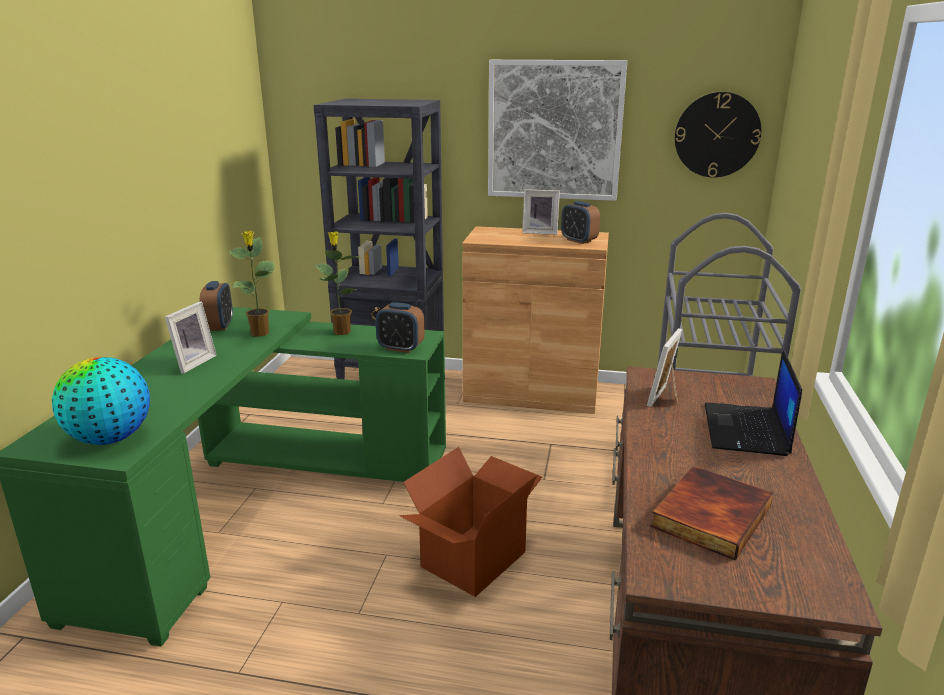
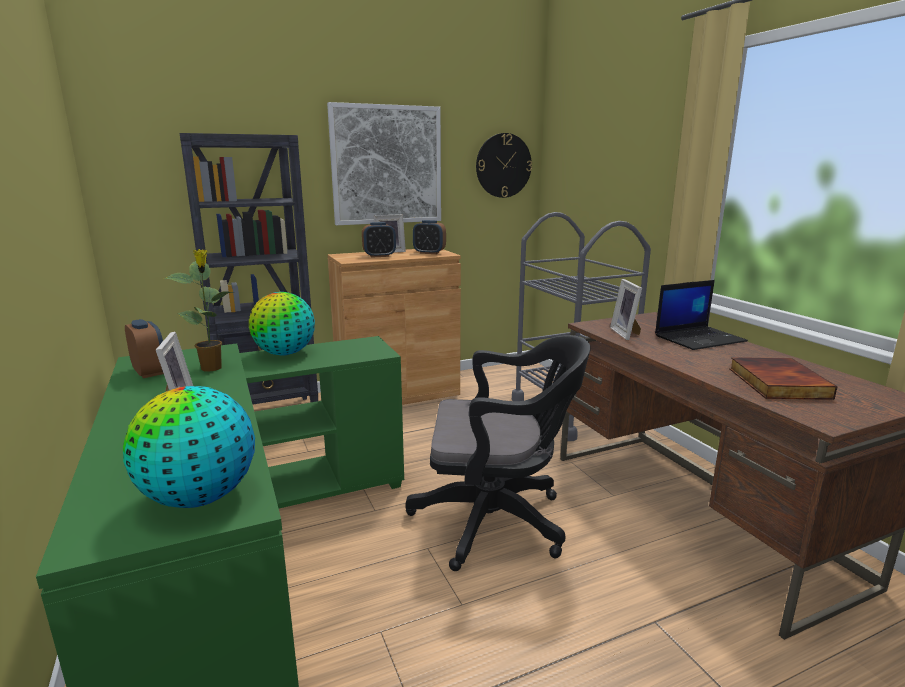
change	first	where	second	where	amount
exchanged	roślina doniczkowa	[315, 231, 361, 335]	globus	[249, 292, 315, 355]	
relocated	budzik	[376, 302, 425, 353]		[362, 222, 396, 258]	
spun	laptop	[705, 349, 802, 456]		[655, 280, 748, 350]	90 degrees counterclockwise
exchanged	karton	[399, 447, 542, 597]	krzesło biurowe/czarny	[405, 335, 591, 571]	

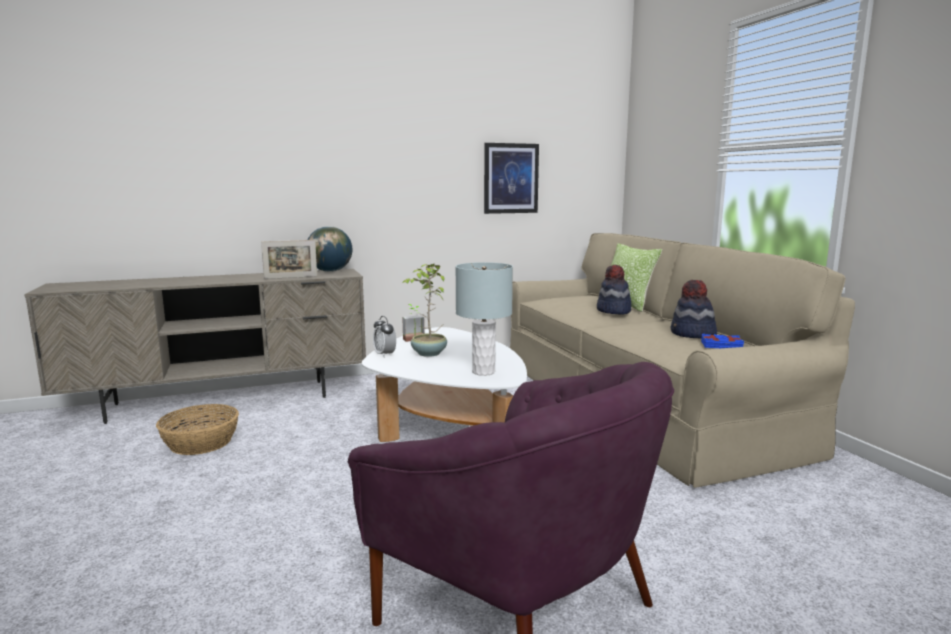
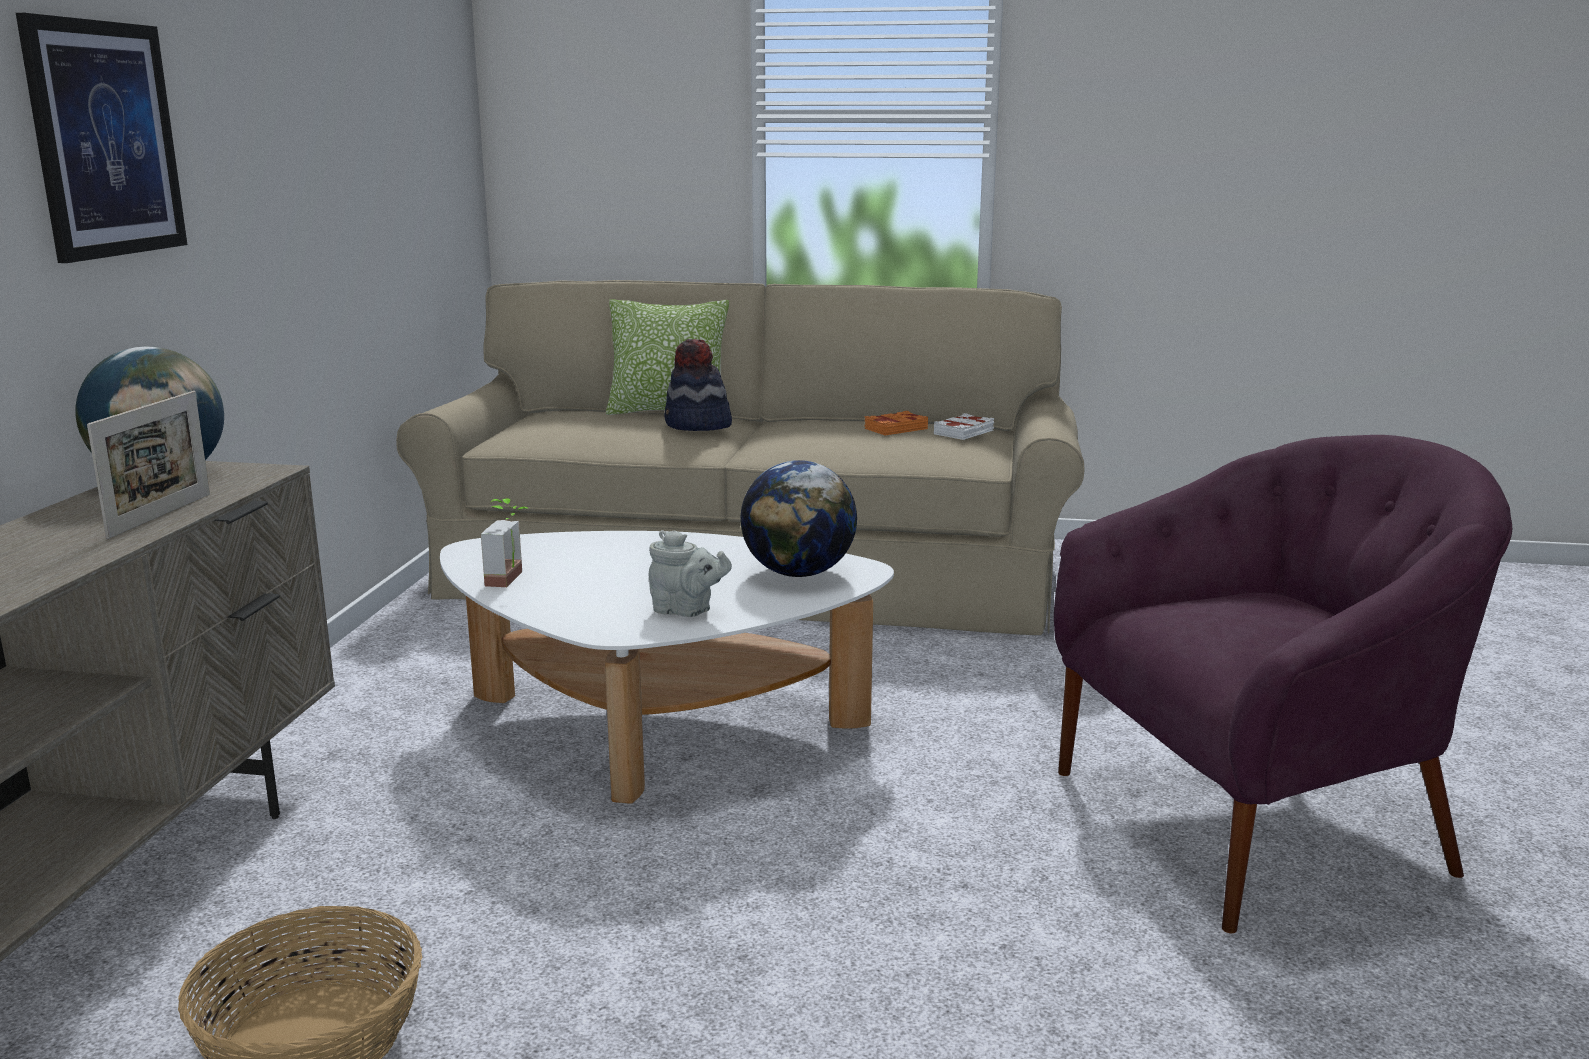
change	first	where	second	where	amount
relocated	obraz	[484, 143, 539, 214]		[16, 13, 187, 263]	
exchanged	lampa stołowa/szary	[455, 262, 513, 376]	globus	[740, 460, 857, 577]	
missing	roślina doniczkowa	[402, 264, 447, 357]			
exchanged	kapelusz	[671, 280, 717, 339]	książka/pomarańczowy	[864, 411, 928, 435]	
missing	budzik	[373, 316, 396, 357]			
colour	książka/niebieski	[701, 334, 744, 348]	książka/biały	[934, 413, 994, 440]	
appeared			imbryk/szary	[648, 530, 732, 617]	

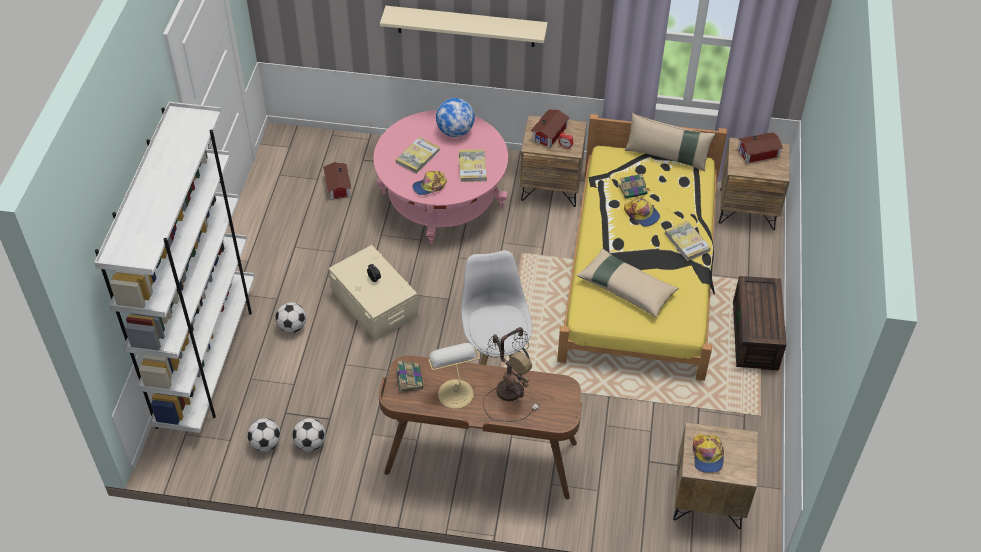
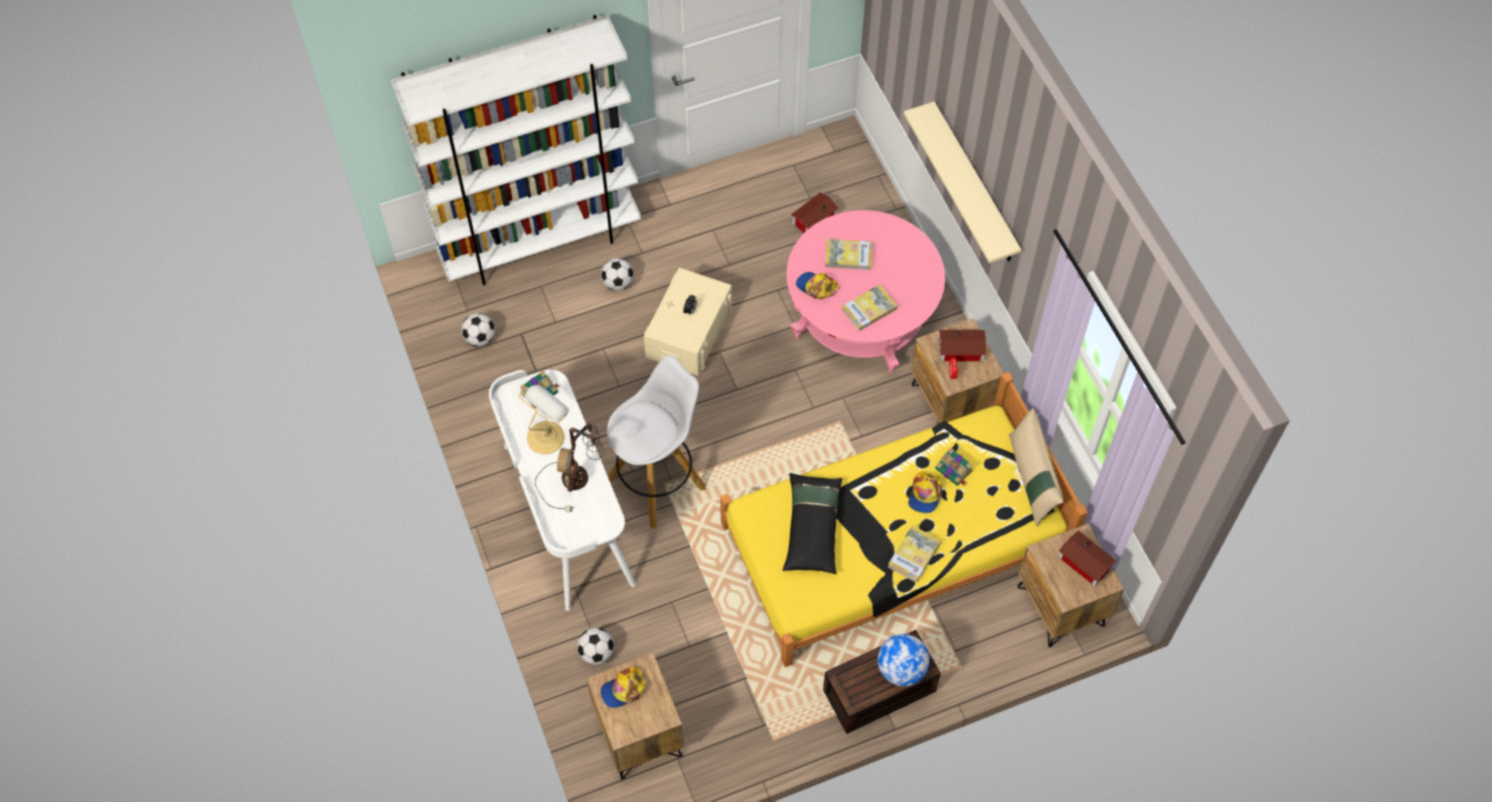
change	first	where	second	where	amount
relocated	globus	[436, 98, 475, 137]		[878, 634, 930, 686]	
colour	poduszka/beżowy	[577, 248, 679, 317]	poduszka/czarny	[783, 473, 842, 574]	
colour	biurko/brązowy	[379, 355, 582, 500]	biurko/biały	[489, 370, 636, 611]	
relocated	piłka futbolowa	[292, 418, 326, 451]		[577, 628, 614, 665]	

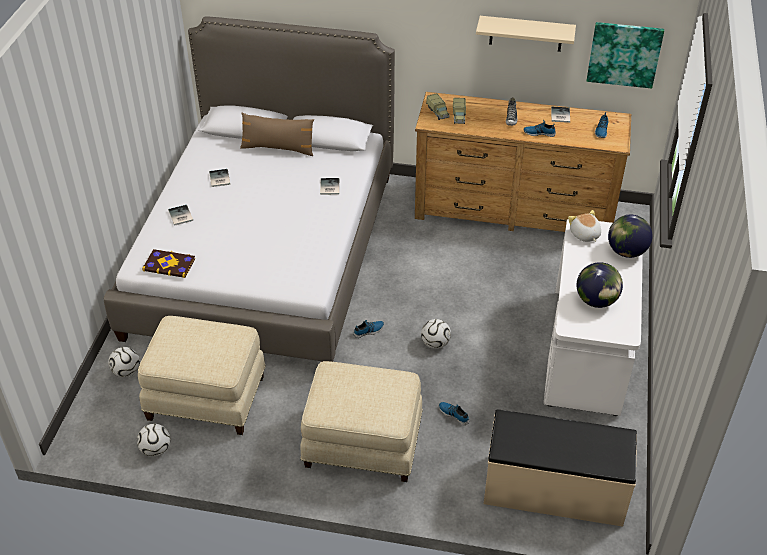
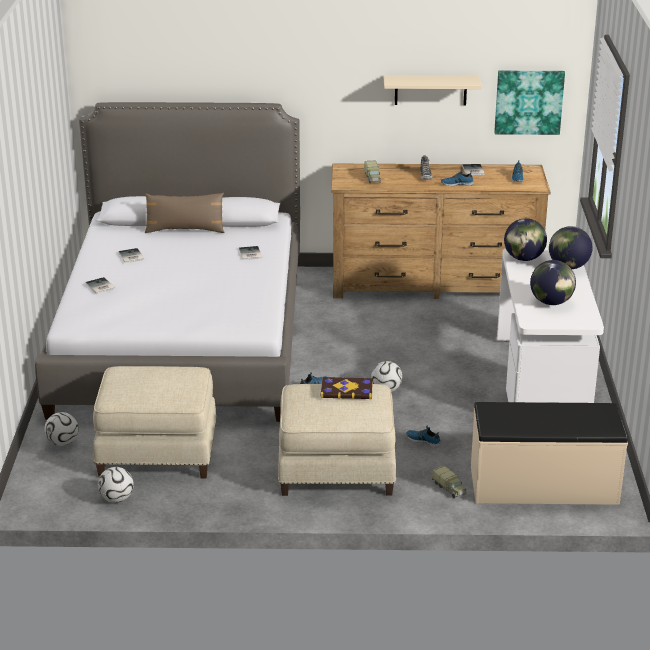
change	first	where	second	where	amount
relocated	ciężarówka zabawkowa	[426, 93, 450, 120]		[432, 465, 467, 498]	
exchanged	pluszak	[568, 210, 601, 242]	globus	[504, 218, 547, 261]	
relocated	książka	[142, 249, 195, 278]		[321, 377, 373, 399]	

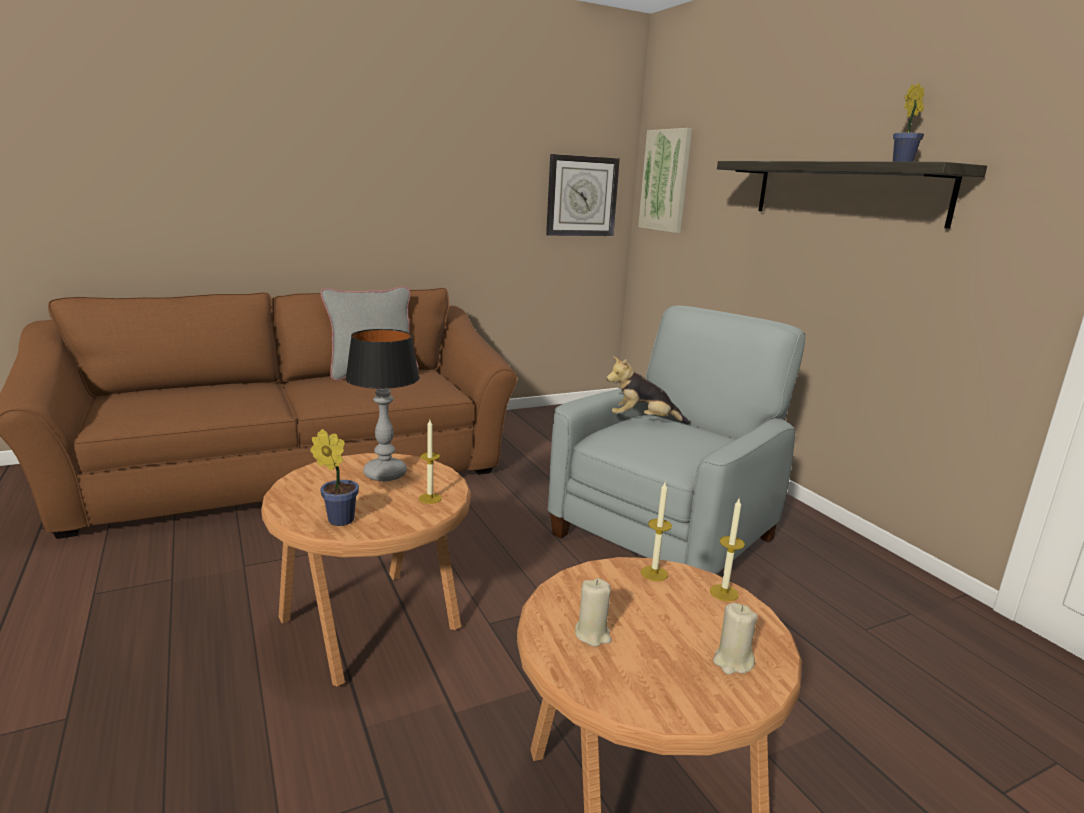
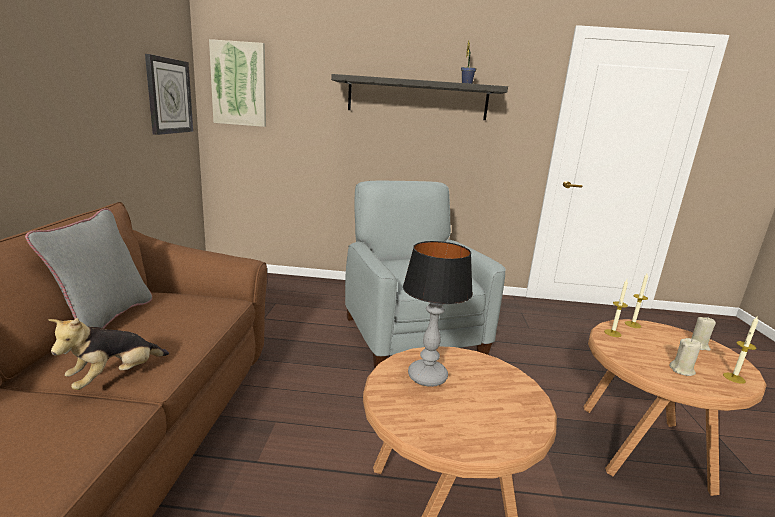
change	first	where	second	where	amount
relocated	pluszak	[606, 356, 689, 424]		[48, 318, 169, 390]	
relocated	świeca	[419, 420, 442, 504]		[723, 317, 758, 384]	
missing	roślina doniczkowa	[310, 429, 359, 526]			

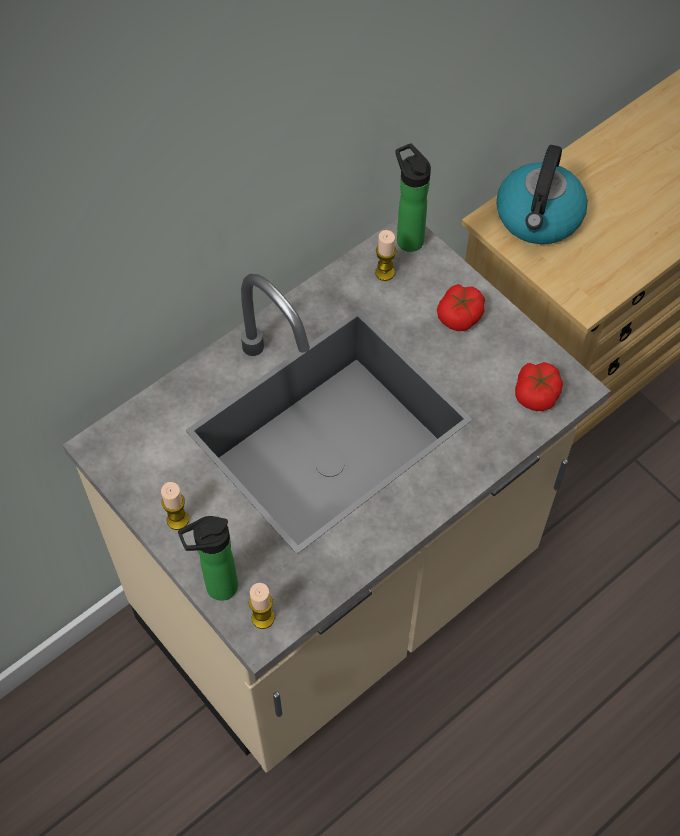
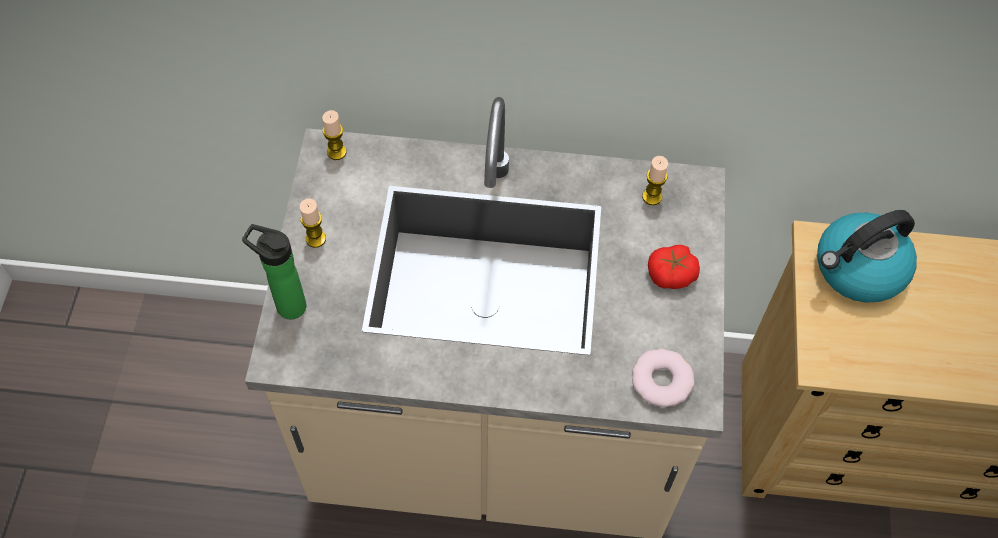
change	first	where	second	where	amount
missing	butelka	[395, 143, 431, 252]			
exchanged	pomidor	[515, 362, 563, 411]	donut	[632, 349, 695, 407]	
relocated	świeca	[249, 583, 275, 629]		[322, 110, 347, 160]	

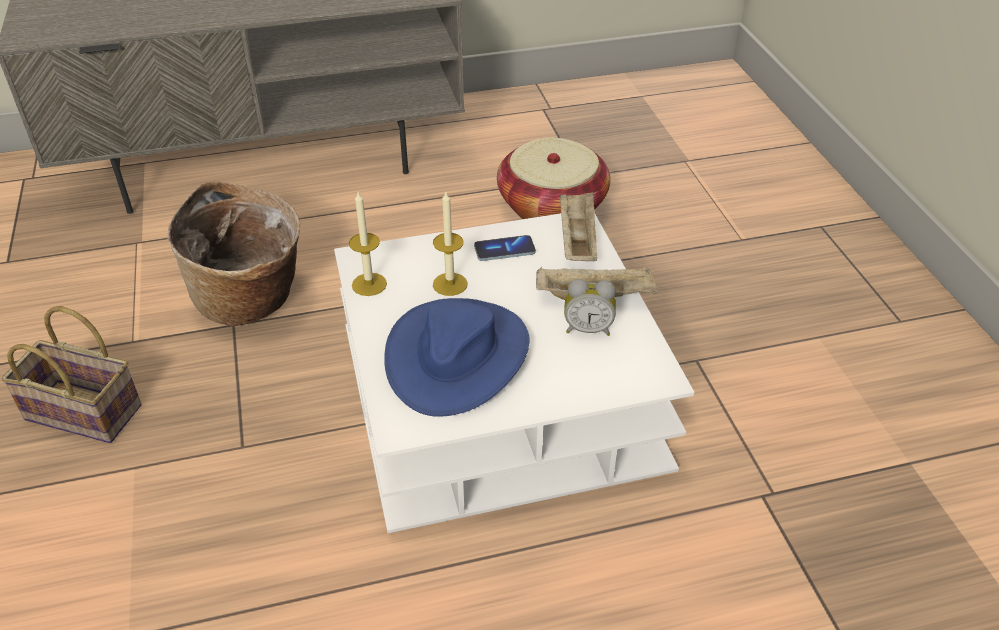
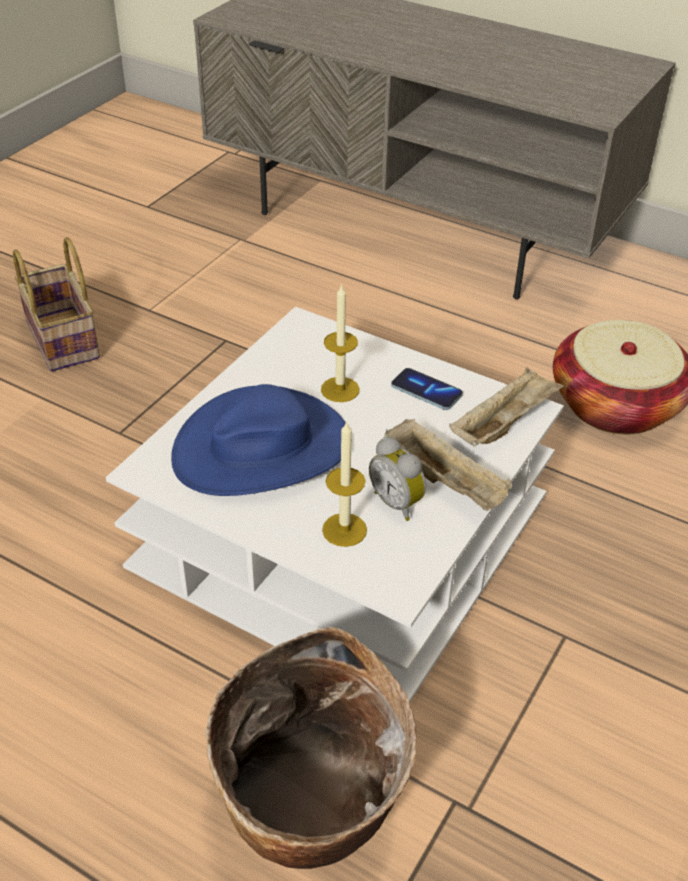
change	first	where	second	where	amount
relocated	koszyk	[167, 181, 300, 326]		[205, 627, 417, 869]	
relocated	świeca	[349, 192, 387, 296]		[322, 420, 367, 547]	

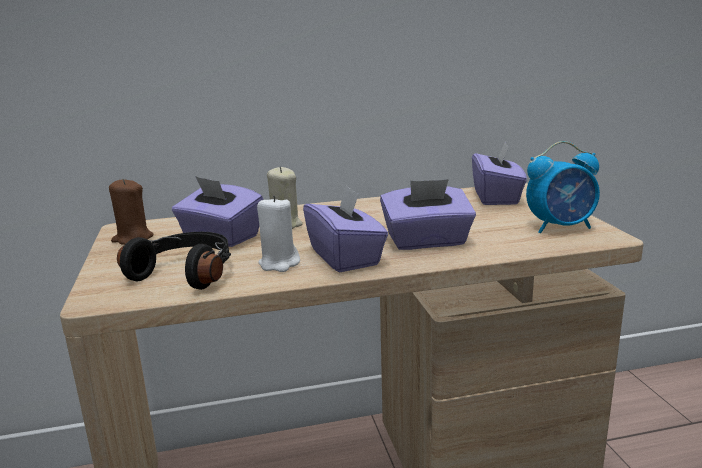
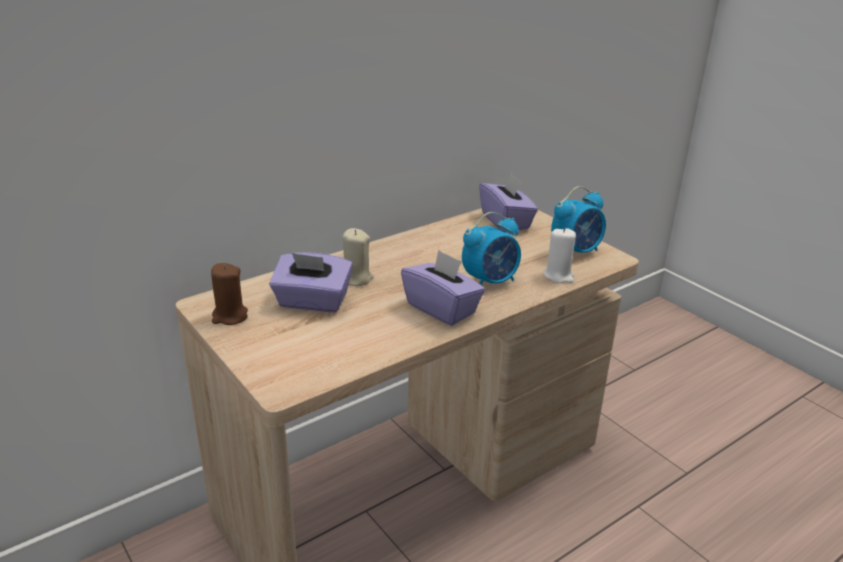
change	first	where	second	where	amount
exchanged	pudełko chusteczek/fioletowy	[380, 179, 476, 250]	budzik	[462, 212, 521, 285]	
relocated	świeca/biały	[257, 195, 300, 272]		[544, 227, 576, 283]	
missing	słuchawki/czarny	[117, 232, 231, 290]			

